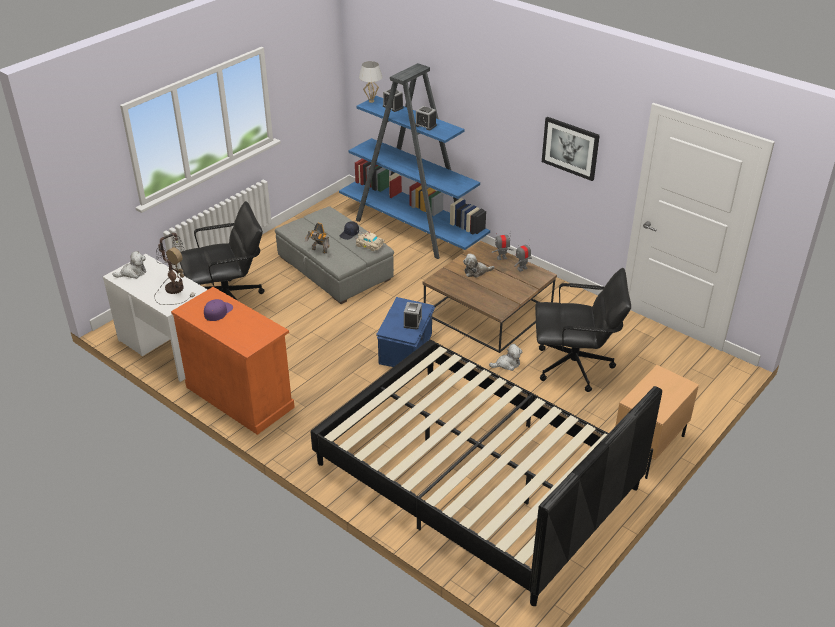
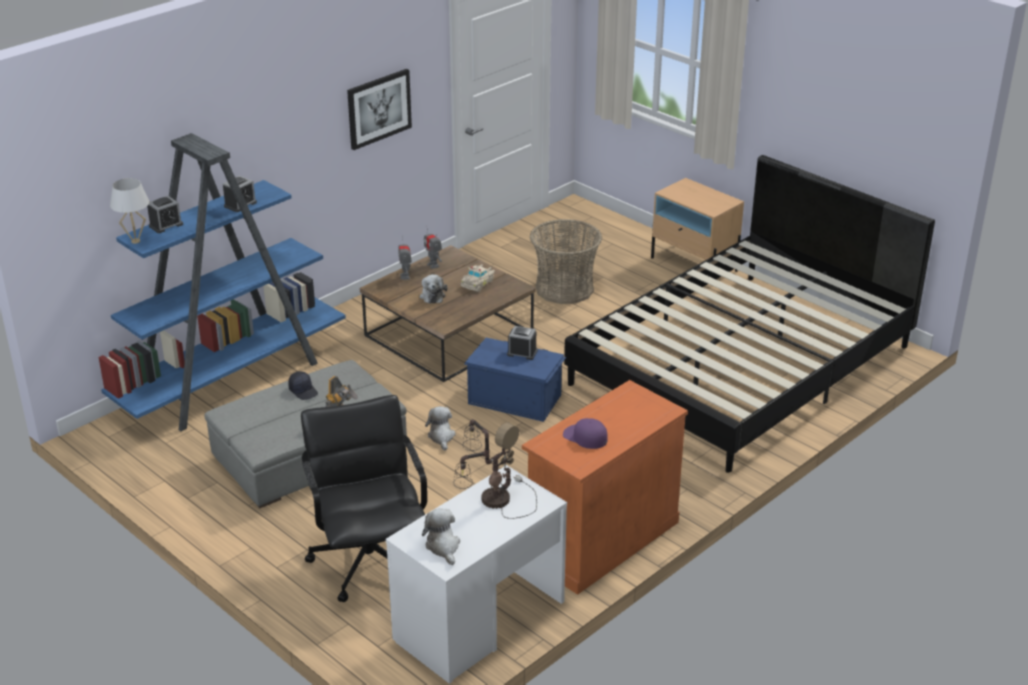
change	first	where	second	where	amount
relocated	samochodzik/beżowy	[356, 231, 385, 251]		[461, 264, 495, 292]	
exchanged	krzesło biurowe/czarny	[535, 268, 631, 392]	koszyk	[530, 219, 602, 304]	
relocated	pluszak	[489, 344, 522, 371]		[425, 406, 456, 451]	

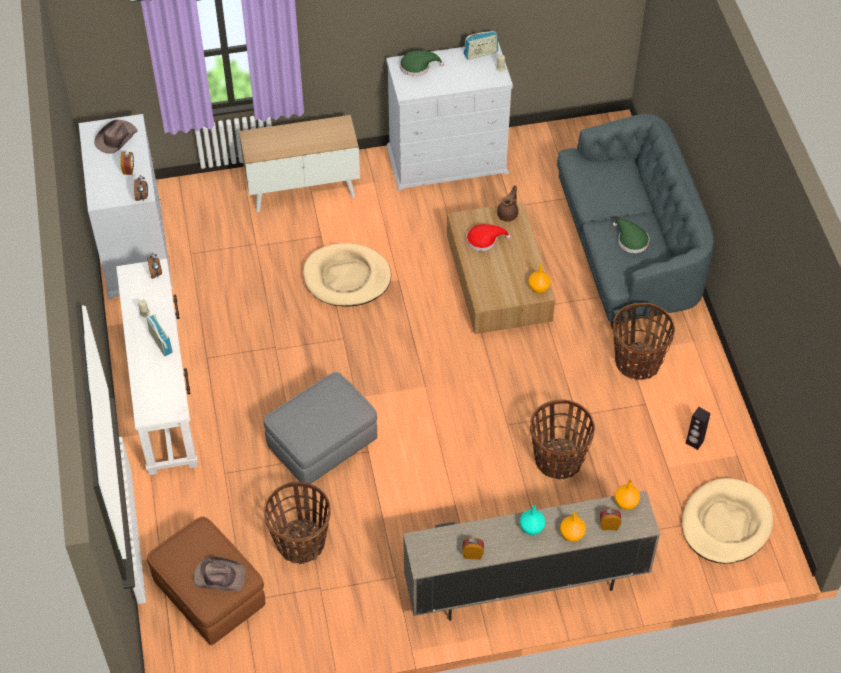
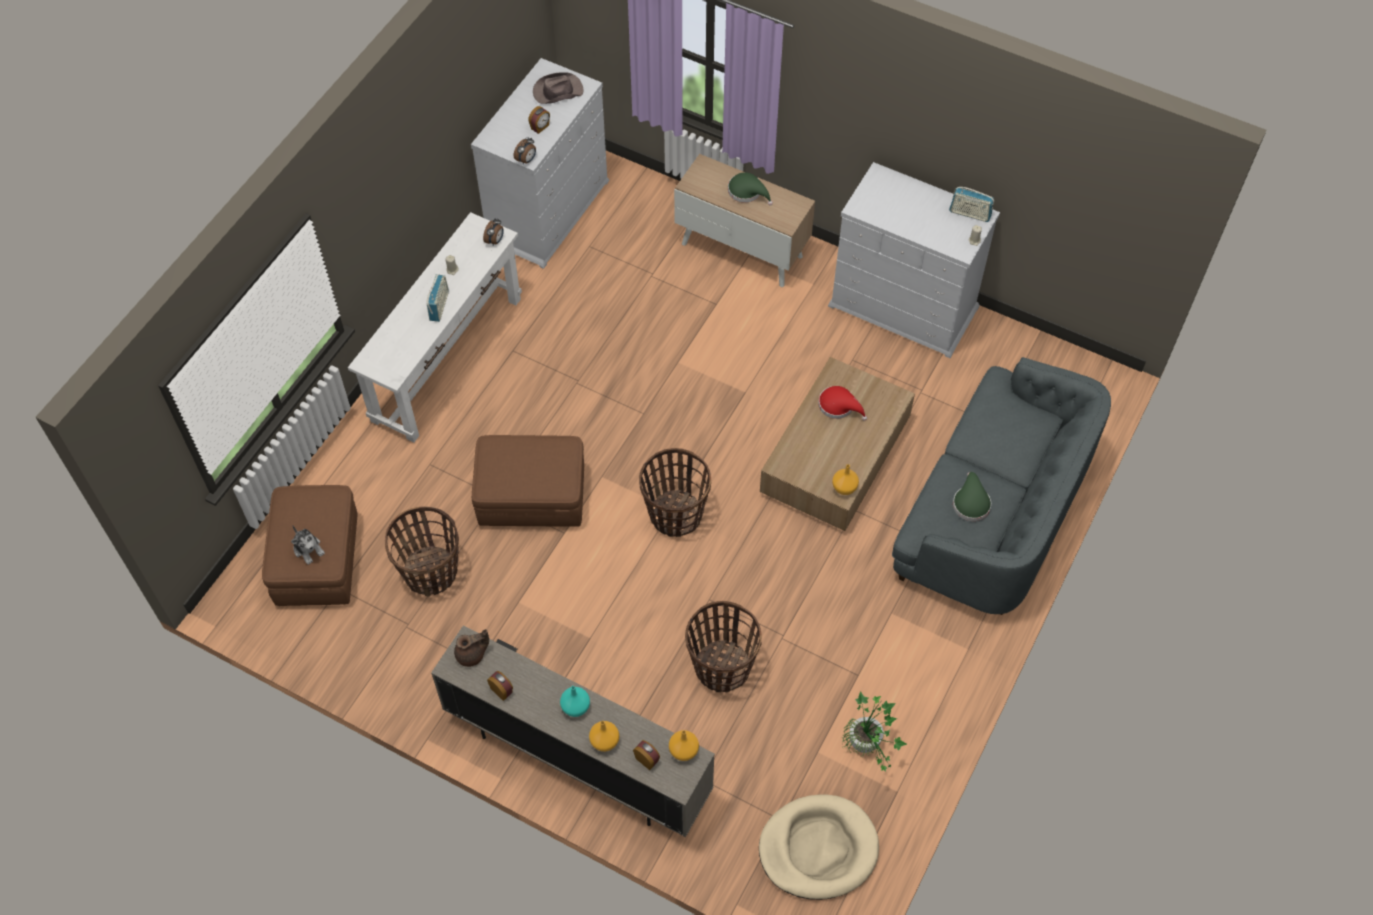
change	first	where	second	where	amount
relocated	kapelusz/zielony	[400, 50, 444, 76]		[728, 172, 773, 205]	
relocated	imbryk/brązowy	[497, 185, 518, 221]		[454, 629, 489, 667]	
missing	legowisko/beżowy	[303, 243, 391, 306]			
relocated	koszyk	[613, 303, 675, 380]		[639, 448, 711, 537]	
colour	pufa/szary	[264, 372, 377, 484]	pufa/brązowy	[472, 435, 584, 526]	
exchanged	głośnik/czarny	[686, 407, 711, 450]	roślina doniczkowa	[841, 691, 907, 772]	
exchanged	kapelusz/brązowy	[193, 556, 246, 592]	pluszak	[291, 525, 325, 565]	

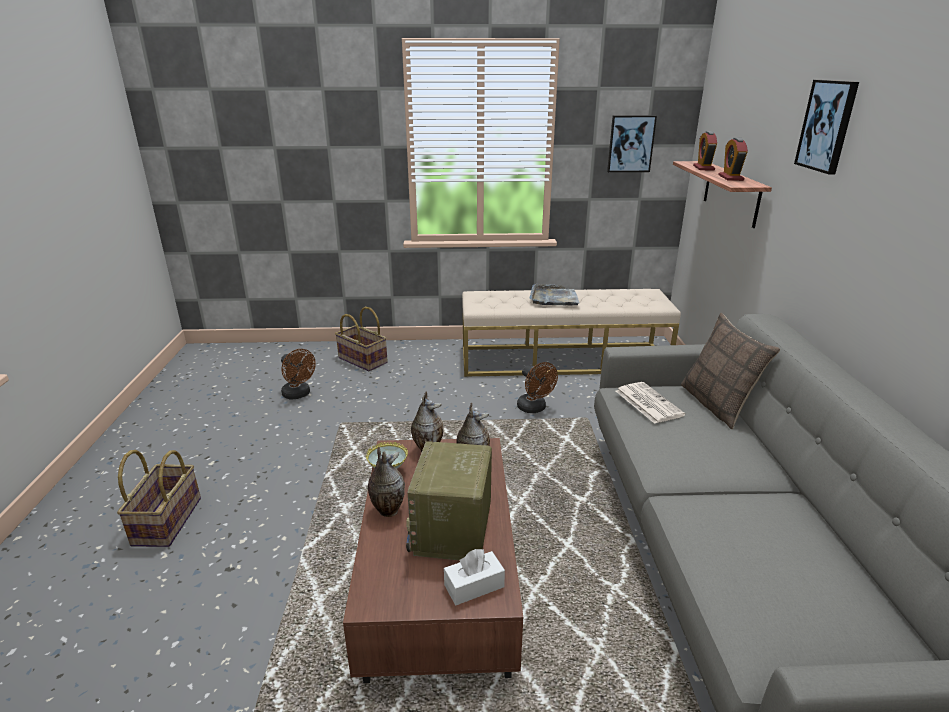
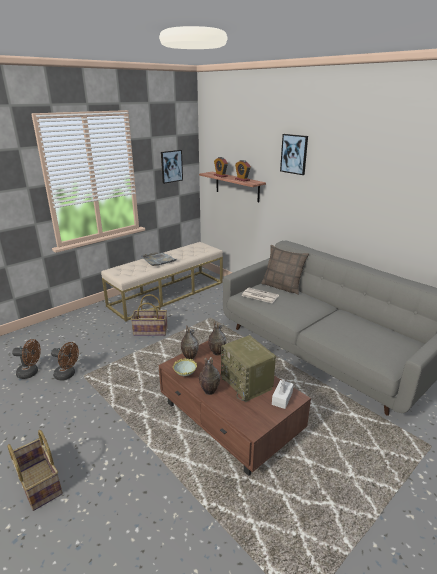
change	first	where	second	where	amount
relocated	koszyk	[335, 307, 388, 371]		[131, 294, 168, 336]	
relocated	wentylator/brązowy	[517, 362, 558, 413]		[51, 342, 79, 380]	

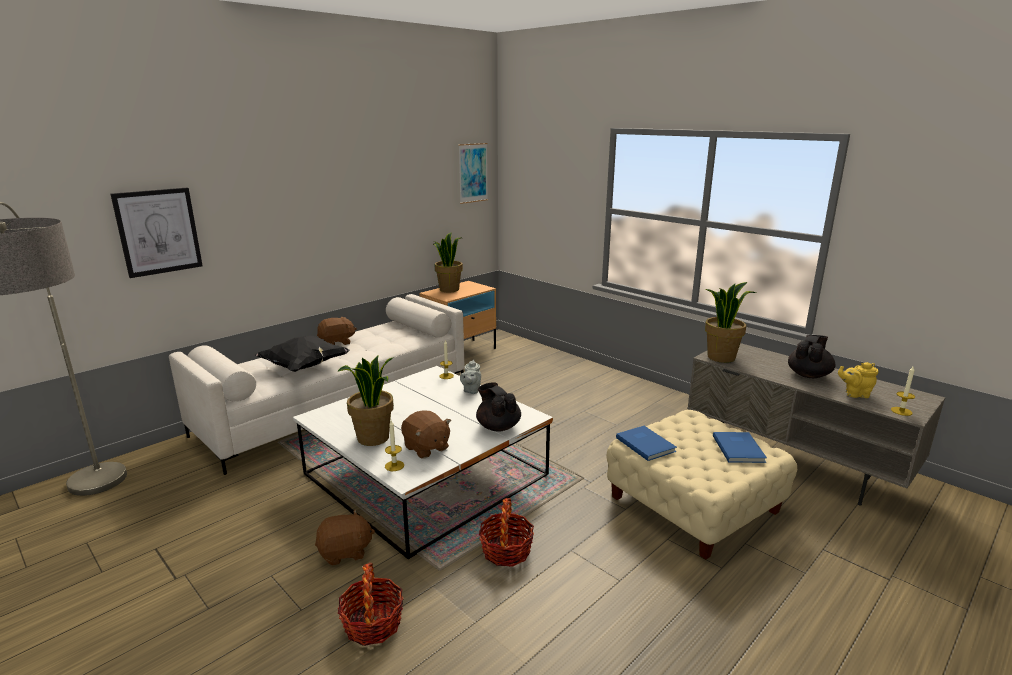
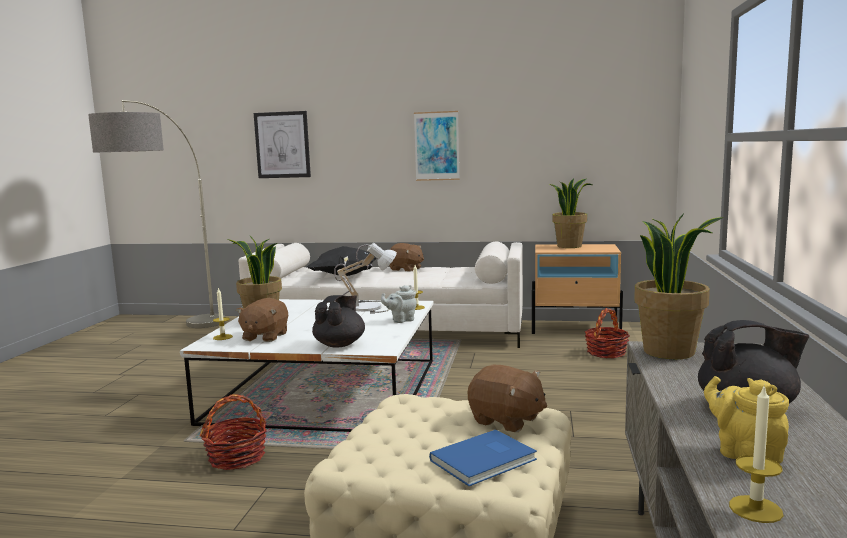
change	first	where	second	where	amount
relocated	obraz	[458, 143, 488, 204]		[414, 111, 460, 181]	
missing	książka/niebieski	[616, 426, 677, 461]			
relocated	pluszak/brązowy	[315, 509, 375, 566]		[468, 365, 547, 432]	
relocated	koszyk	[338, 563, 404, 646]		[585, 308, 630, 358]	
appeared			lampa stołowa	[334, 242, 397, 314]	

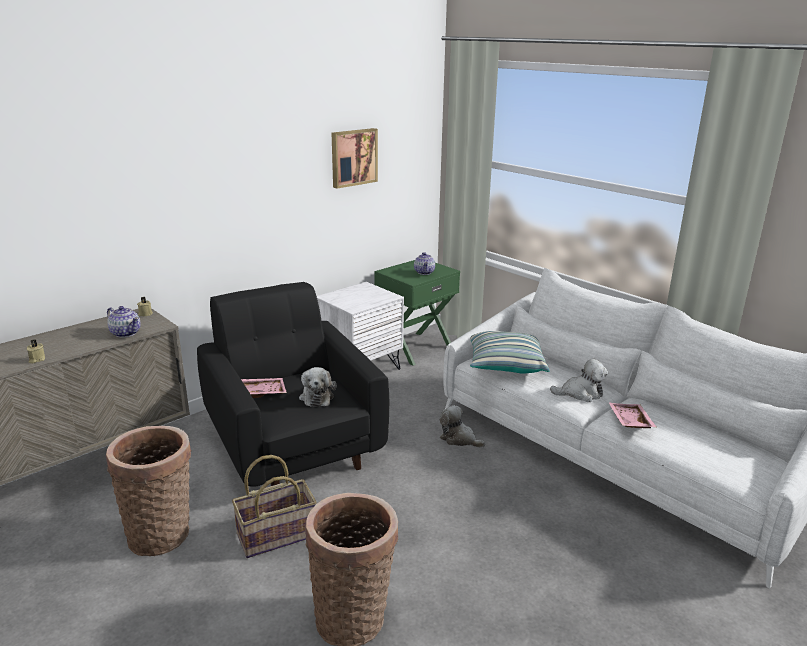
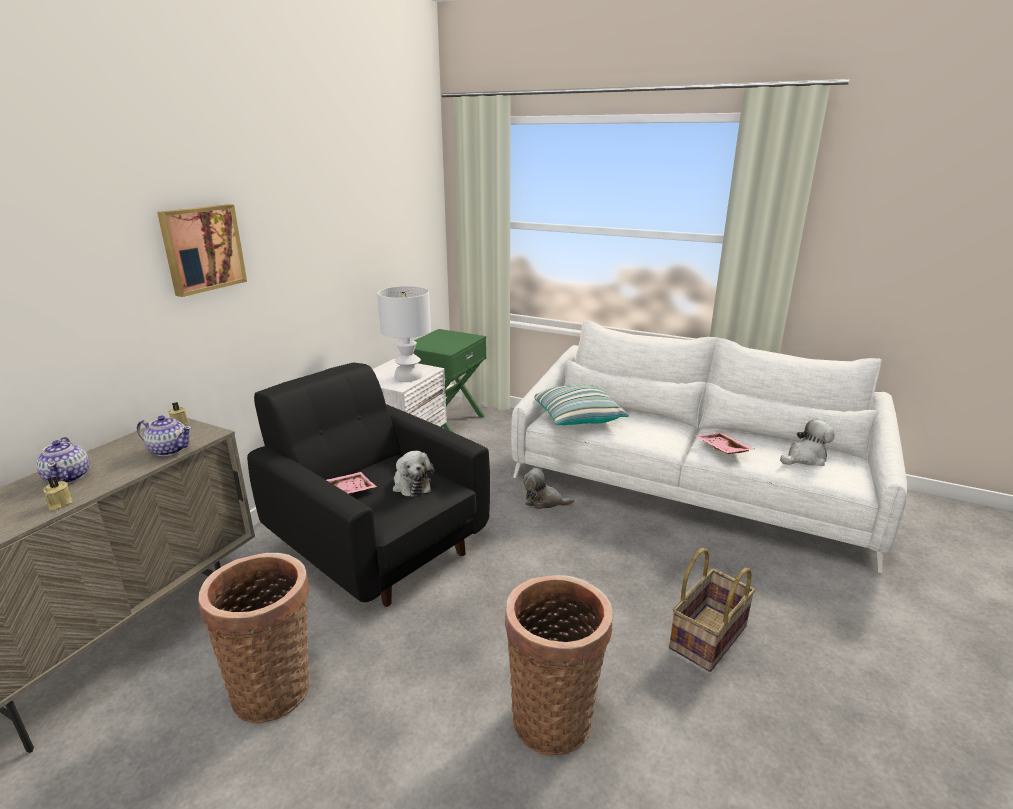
change	first	where	second	where	amount
relocated	obraz	[332, 128, 378, 189]		[157, 204, 247, 297]	
relocated	imbryk	[414, 253, 435, 275]		[36, 437, 89, 483]	
relocated	pluszak	[550, 359, 608, 402]		[780, 419, 835, 466]	
relocated	koszyk	[232, 455, 317, 558]		[669, 548, 755, 672]	
appeared			lampa stołowa/biały	[377, 286, 431, 381]	

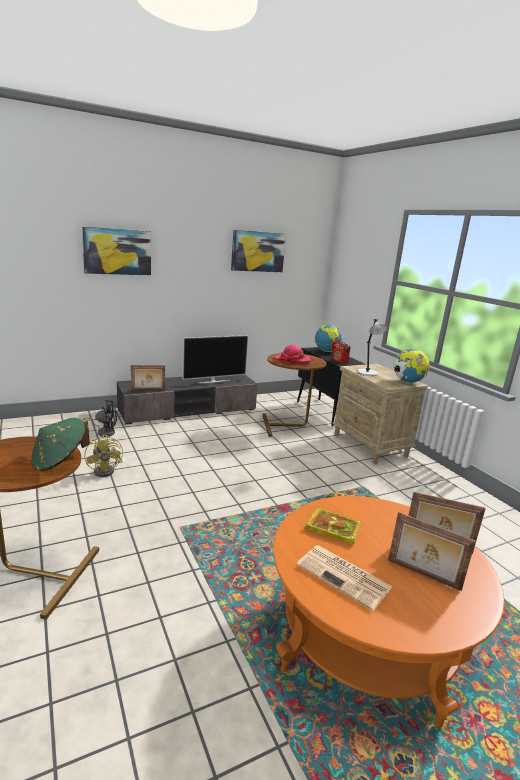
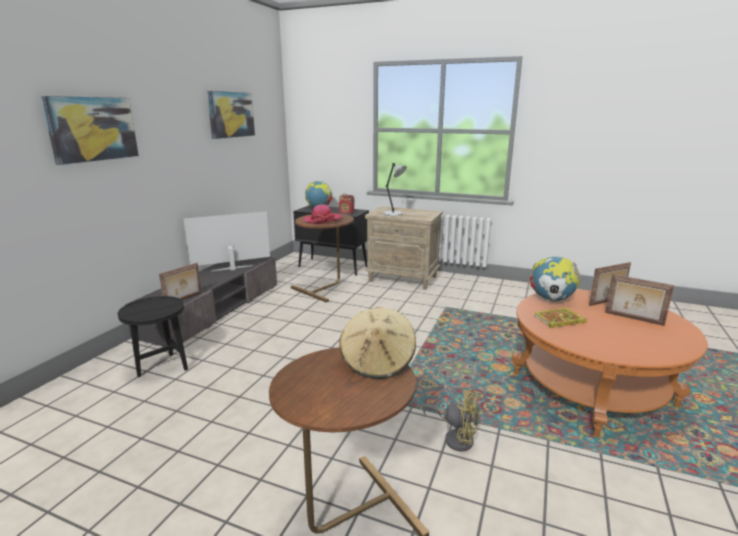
change	first	where	second	where	amount
spun	telewizor	[182, 335, 249, 383]		[183, 211, 270, 271]	135 degrees counterclockwise
relocated	globus	[394, 348, 430, 383]		[530, 257, 581, 302]	
exchanged	wentylator/czarny	[83, 400, 117, 437]	stolik/czarny	[118, 296, 188, 377]	
colour	kapelusz/zielony	[31, 418, 90, 472]	kapelusz/beżowy	[339, 307, 416, 379]	
relocated	wentylator/żółty	[84, 435, 123, 477]		[422, 389, 479, 451]	
spun	ramka na zdjęcie	[388, 512, 476, 591]		[605, 274, 674, 326]	45 degrees clockwise
missing	gazeta	[296, 545, 393, 611]			

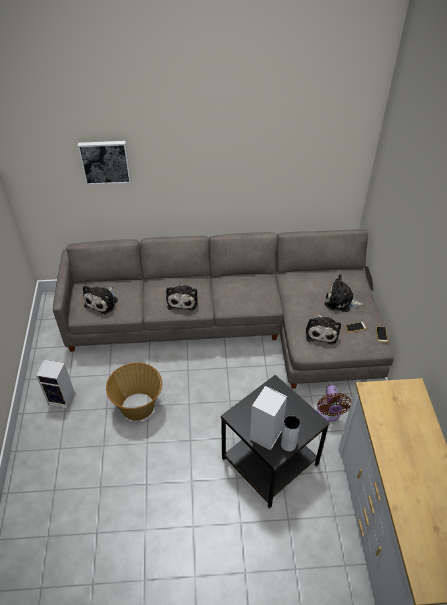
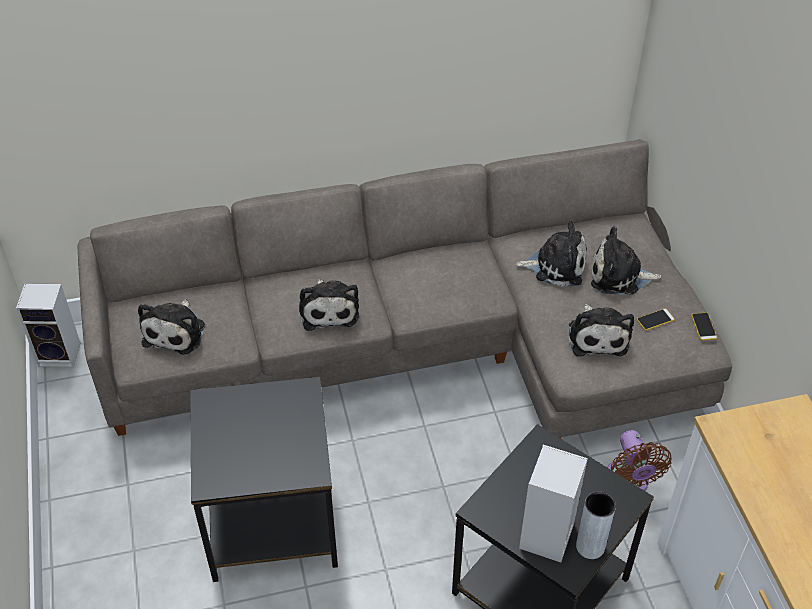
change	first	where	second	where	amount
missing	obraz	[78, 141, 131, 185]			
relocated	głośnik	[36, 360, 75, 408]		[16, 283, 80, 367]	
exchanged	koszyk	[106, 363, 162, 421]	stolik/czarny	[190, 377, 338, 582]	
appeared			pluszak	[515, 221, 587, 287]	

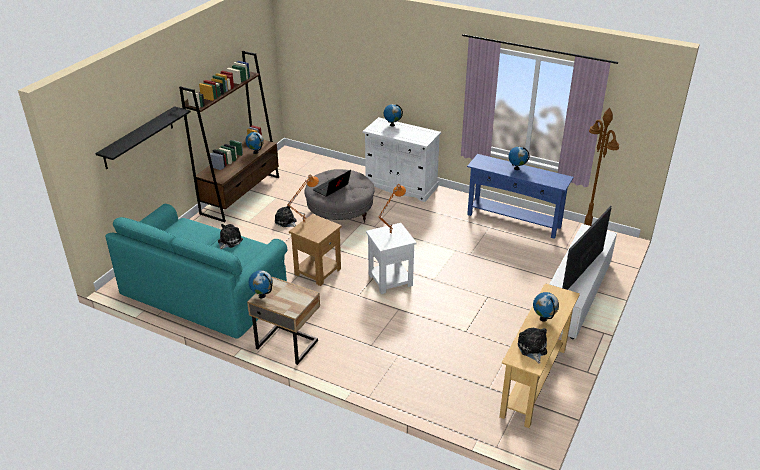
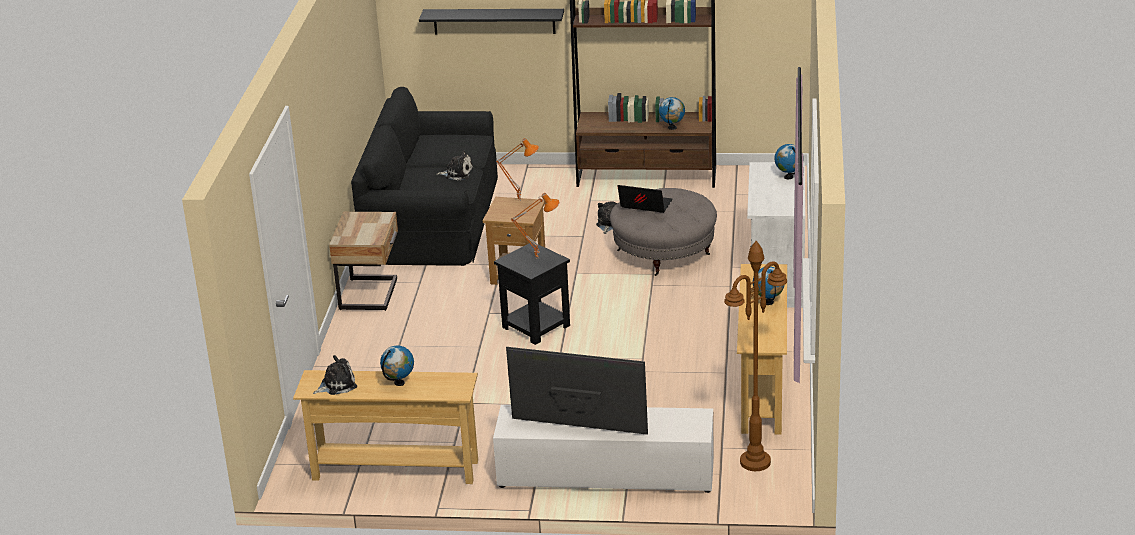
change	first	where	second	where	amount
colour	stolik konsolowy/niebieski	[467, 154, 574, 239]	stolik konsolowy/beżowy	[737, 264, 787, 435]	
colour	kanapa/turkusowy	[105, 204, 287, 339]	kanapa/czarny	[351, 87, 498, 266]	
colour	stolik/biały	[366, 223, 417, 294]	stolik/czarny	[494, 242, 570, 345]	
missing	globus	[249, 270, 273, 298]			

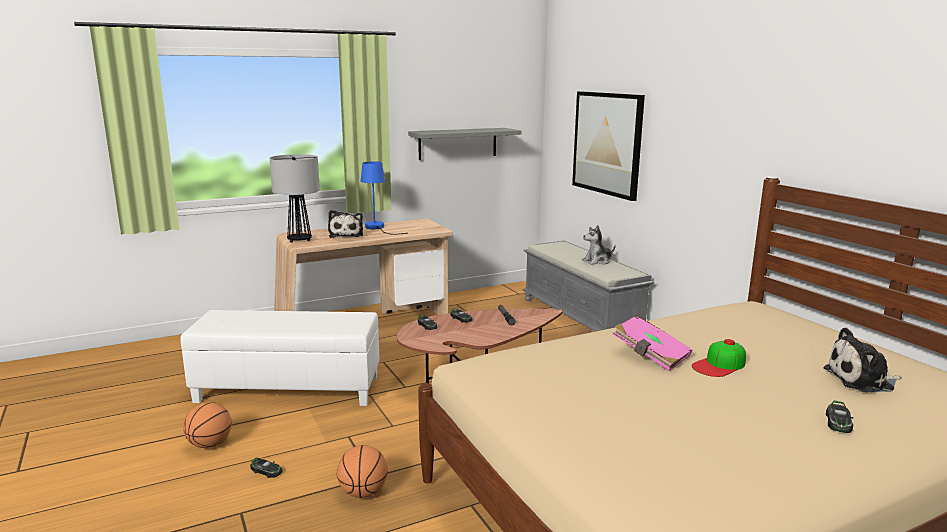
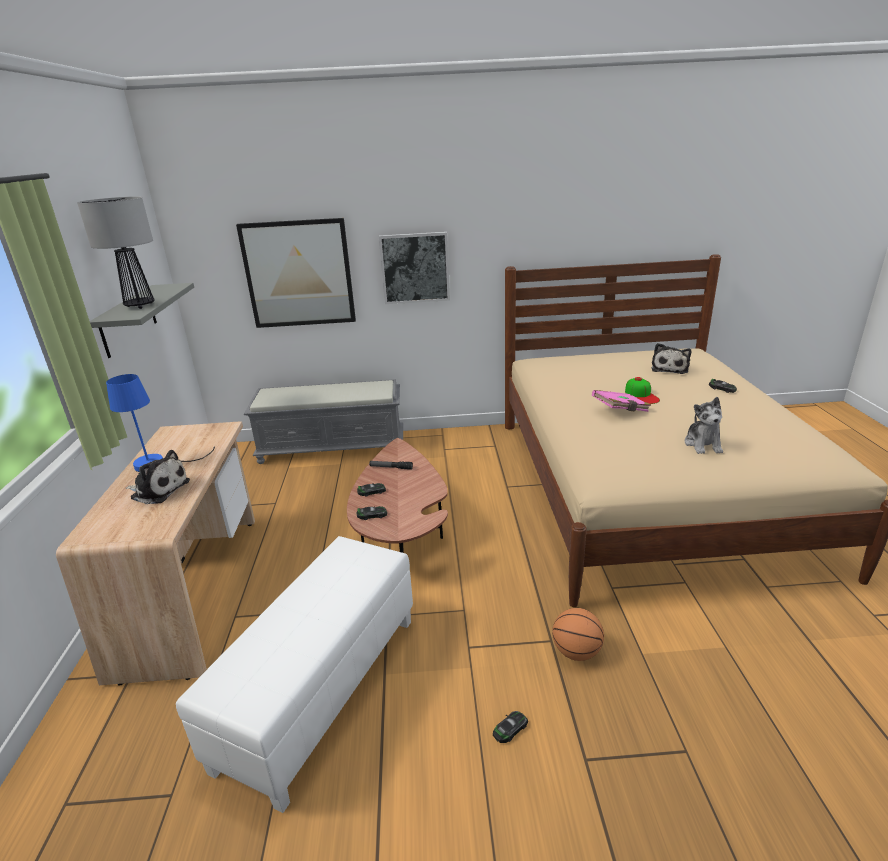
change	first	where	second	where	amount
relocated	lampa stołowa	[270, 154, 320, 242]		[77, 197, 155, 309]	
relocated	pluszak	[582, 225, 616, 265]		[685, 397, 723, 454]	
missing	piłka do koszykówki	[183, 402, 232, 448]			
appeared			obraz	[379, 232, 450, 304]	

